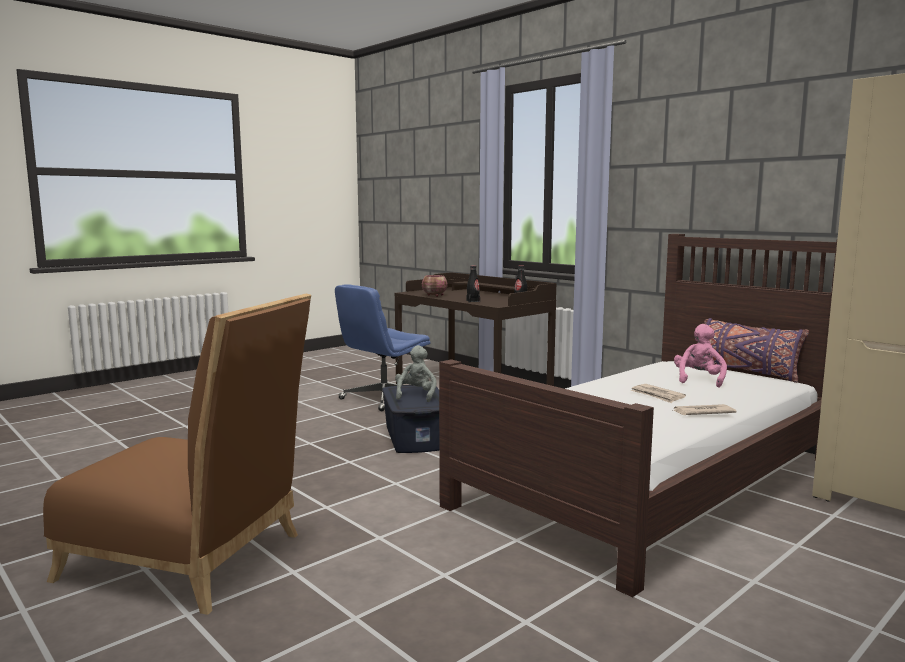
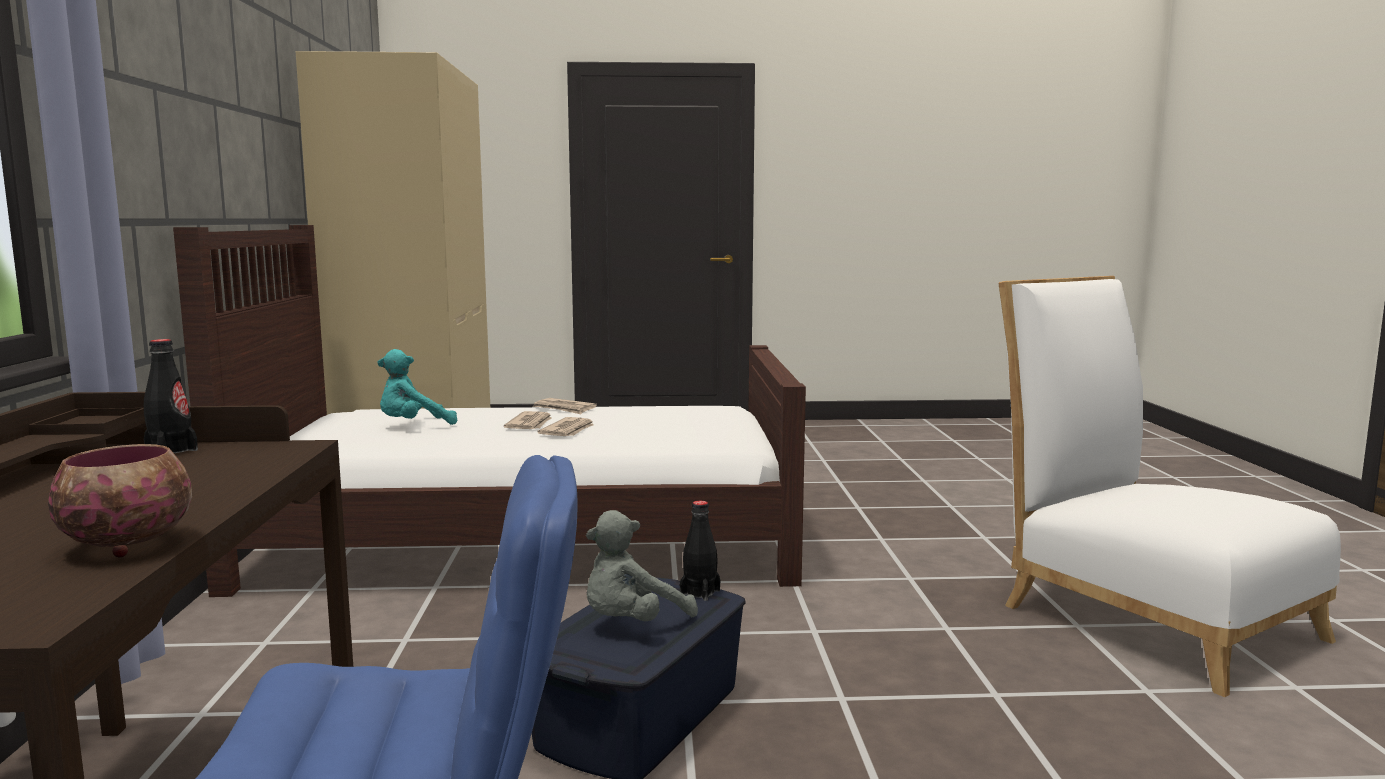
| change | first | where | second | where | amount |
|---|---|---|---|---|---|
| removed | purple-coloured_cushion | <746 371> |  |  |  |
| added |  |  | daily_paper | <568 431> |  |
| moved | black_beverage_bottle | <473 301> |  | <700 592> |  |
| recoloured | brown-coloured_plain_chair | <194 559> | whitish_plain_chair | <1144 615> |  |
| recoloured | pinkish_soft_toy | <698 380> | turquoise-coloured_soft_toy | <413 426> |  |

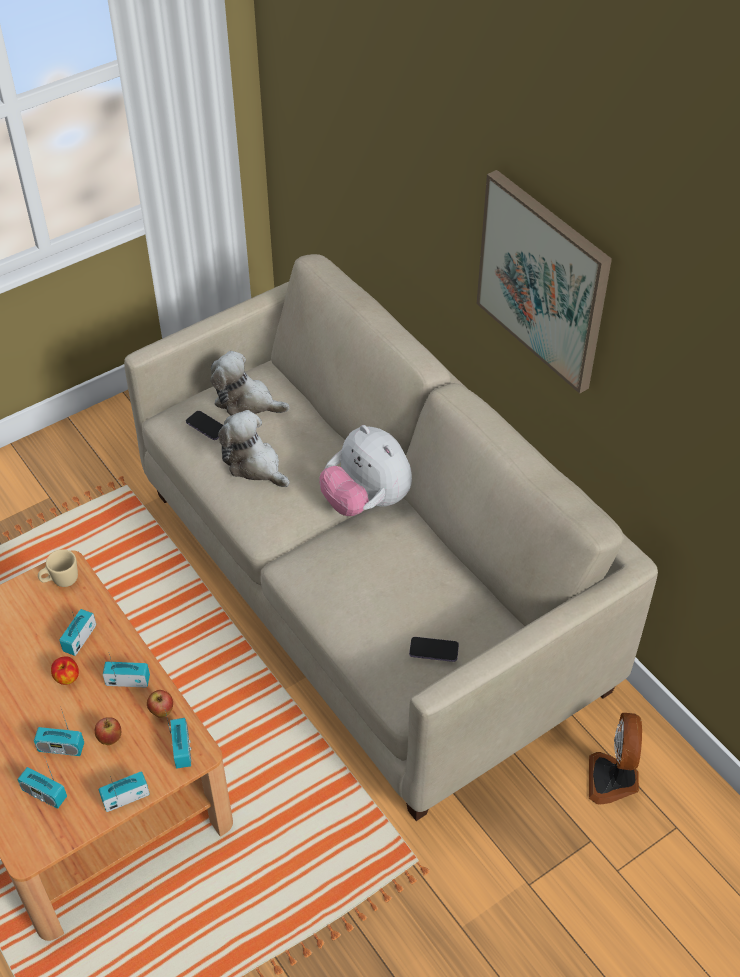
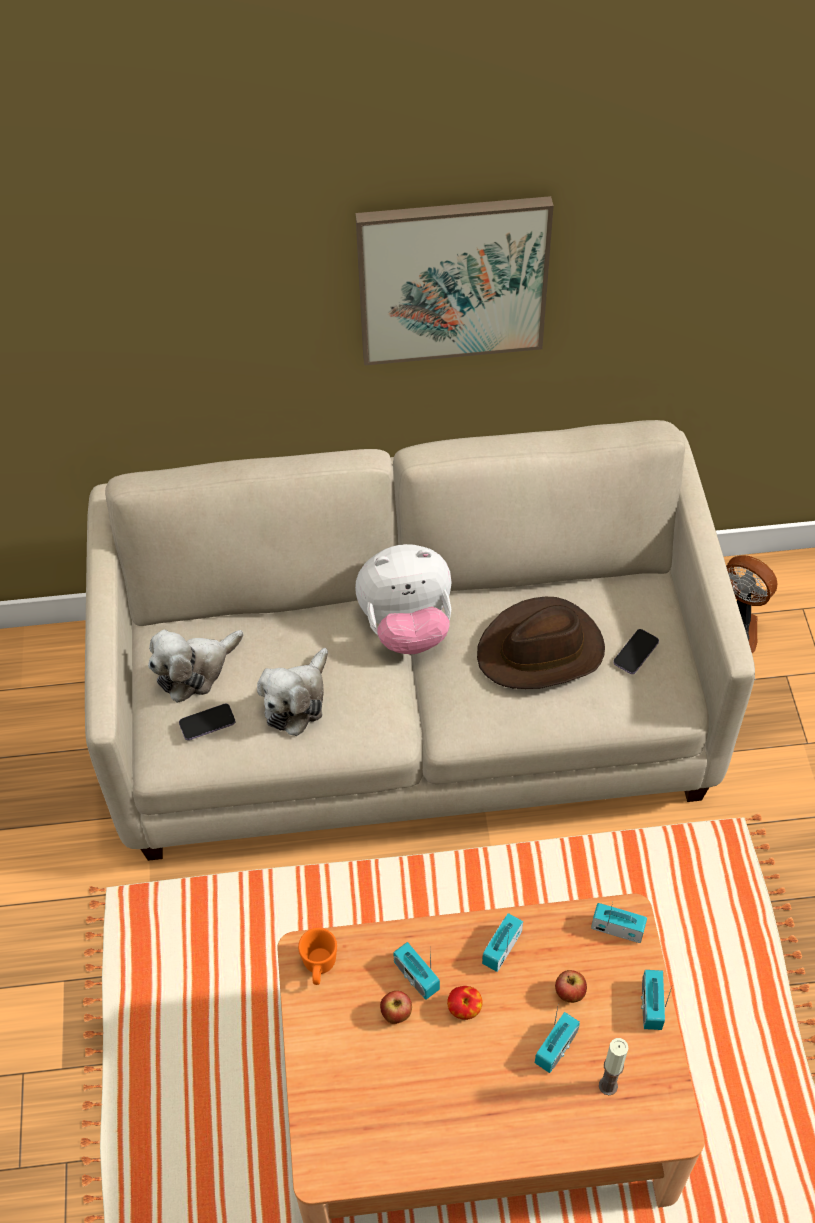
| change | first | where | second | where | amount |
|---|---|---|---|---|---|
| added |  |  | brown-coloured_clothing_hat | <541 651> |  |
| moved | apple_fruit | <162 711> |  | <396 1014> |  |
| replaced | radio | <44 794> | wax_candle | <608 1085> |  |
| recoloured | beige-coloured_tea_mug | <60 580> | orange-coloured_tea_mug | <319 967> |  |
| turned | soft_toy | <254 464> |  | <297 700> | 45 degrees counterclockwise |

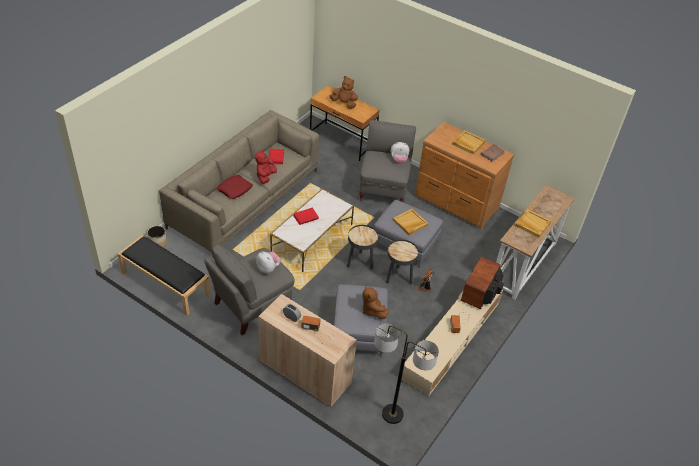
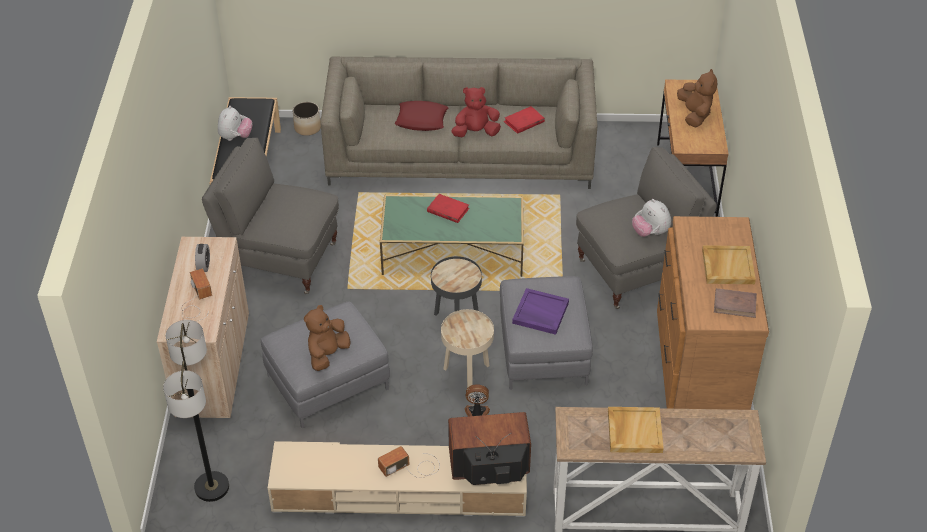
| change | first | where | second | where | amount |
|---|---|---|---|---|---|
| moved | soft_toy | <268 268> |  | <235 137> |  |
| recoloured | whitish_low_table | <312 239> | greenish_low_table | <453 252> |  |
| recoloured | black_accent_table | <398 277> | beige-coloured_accent_table | <467 375> |  |
| recoloured | beige-coloured_serving_tray | <410 223> | purple-coloured_serving_tray | <540 313> |  |

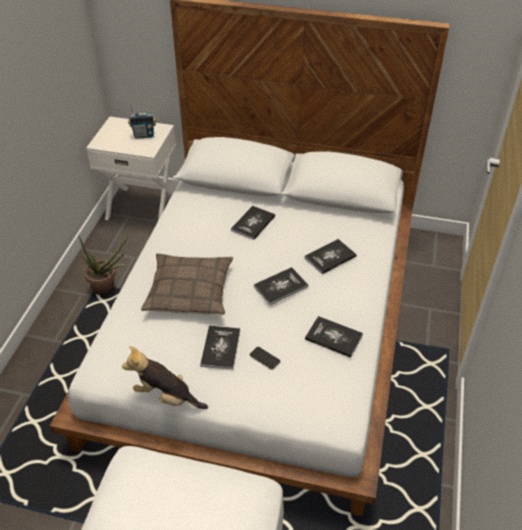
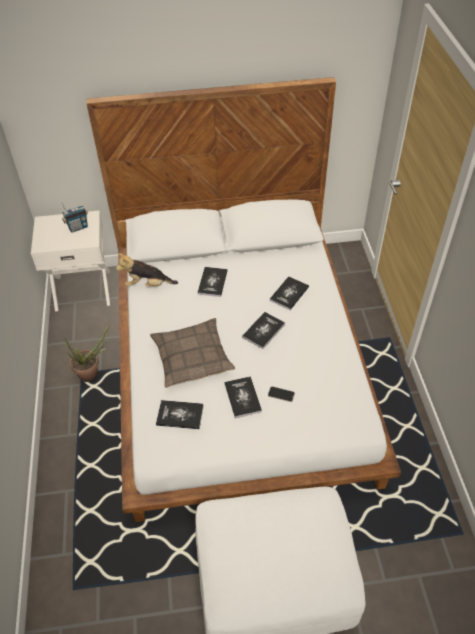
| change | first | where | second | where | amount |
|---|---|---|---|---|---|
| moved | soft_toy | <166 396> |  | <147 285> |  |
| moved | bound_book | <333 337> |  | <180 415> |  |

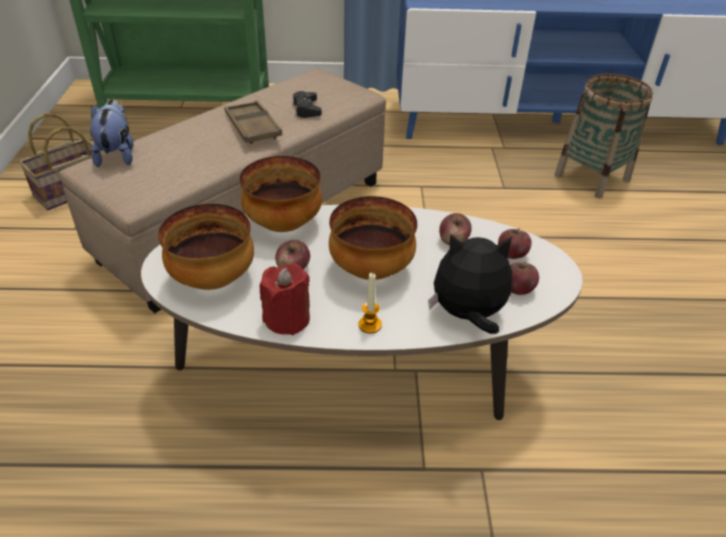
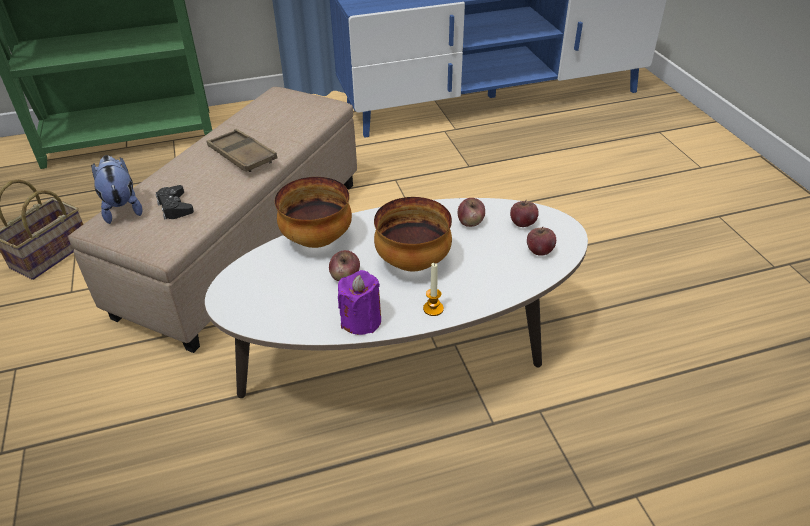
| change | first | where | second | where | amount |
|---|---|---|---|---|---|
| removed | serving_bowl | <213 280> |  |  |  |
| removed | soft_toy | <467 315> |  |  |  |
| removed | household_basket | <592 177> |  |  |  |
| moved | black_game_controller | <306 109> |  | <175 207> |  |
| recoloured | red-coloured_wax_candle | <287 319> | purple-coloured_wax_candle | <361 320> |  |

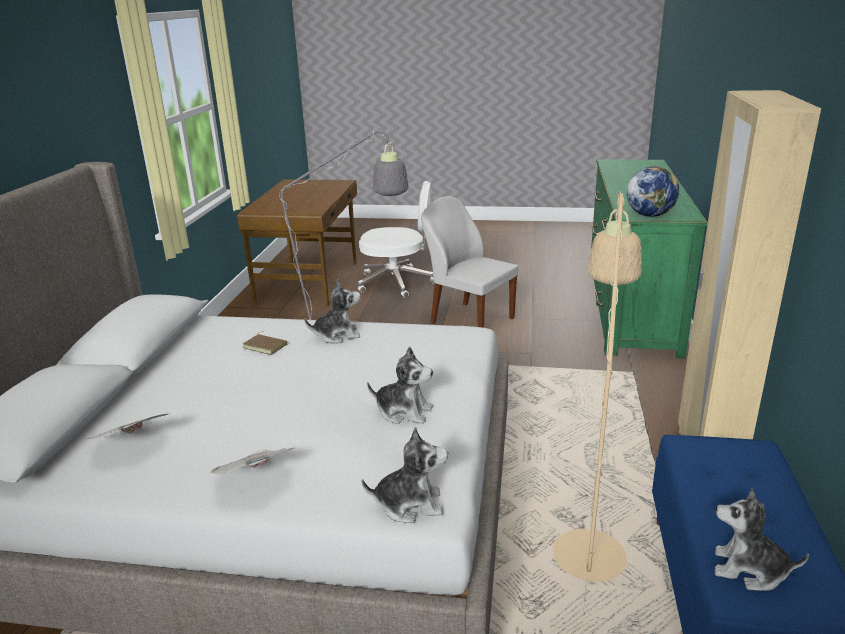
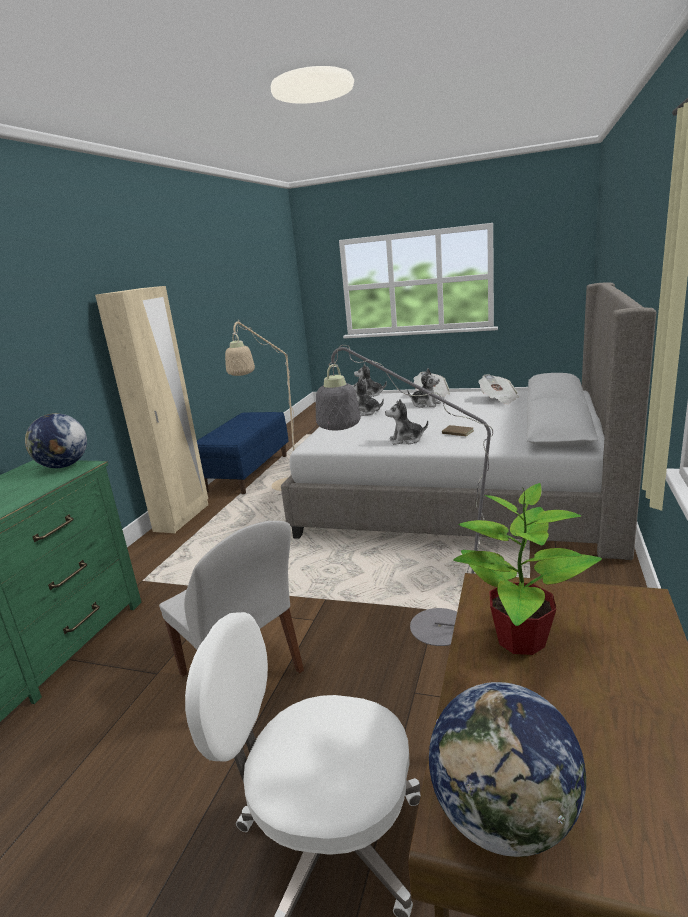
| change | first | where | second | where | amount |
|---|---|---|---|---|---|
| added |  |  | desk_globe | <505 817> |  |
| added |  |  | plant_in_a_pot | <519 640> |  |
| moved | soft_toy | <749 570> |  | <425 404> |  |

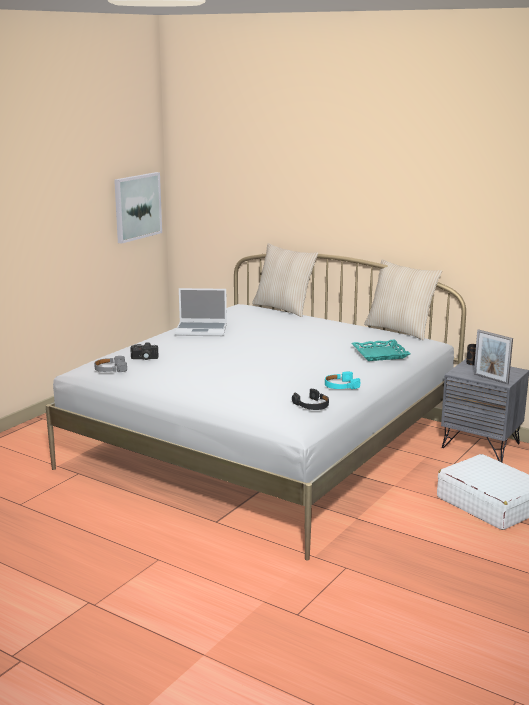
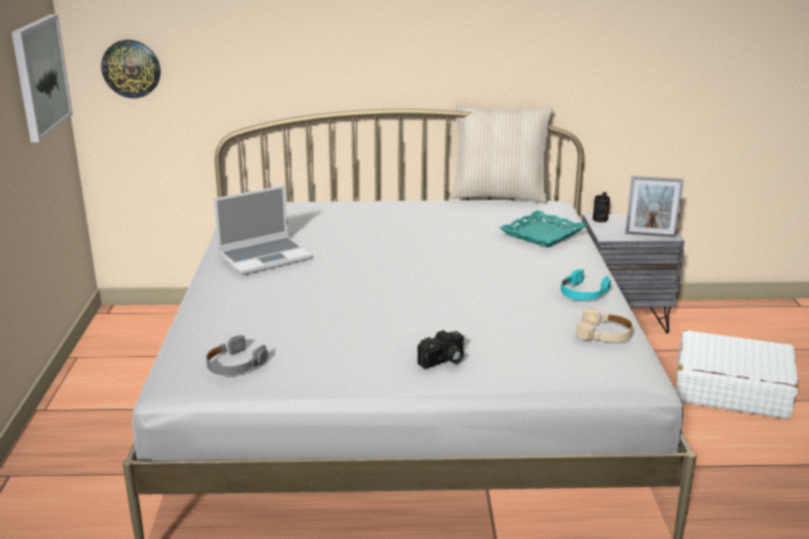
| change | first | where | second | where | amount |
|---|---|---|---|---|---|
| removed | beige-coloured_cushion | <284 308> |  |  |  |
| added |  |  | clock_on_the_wall | <131 68> |  |
| moved | photo_camera | <144 358> |  | <443 361> |  |
| recoloured | black_headset | <312 405> | beige-coloured_headset | <605 334> |  |

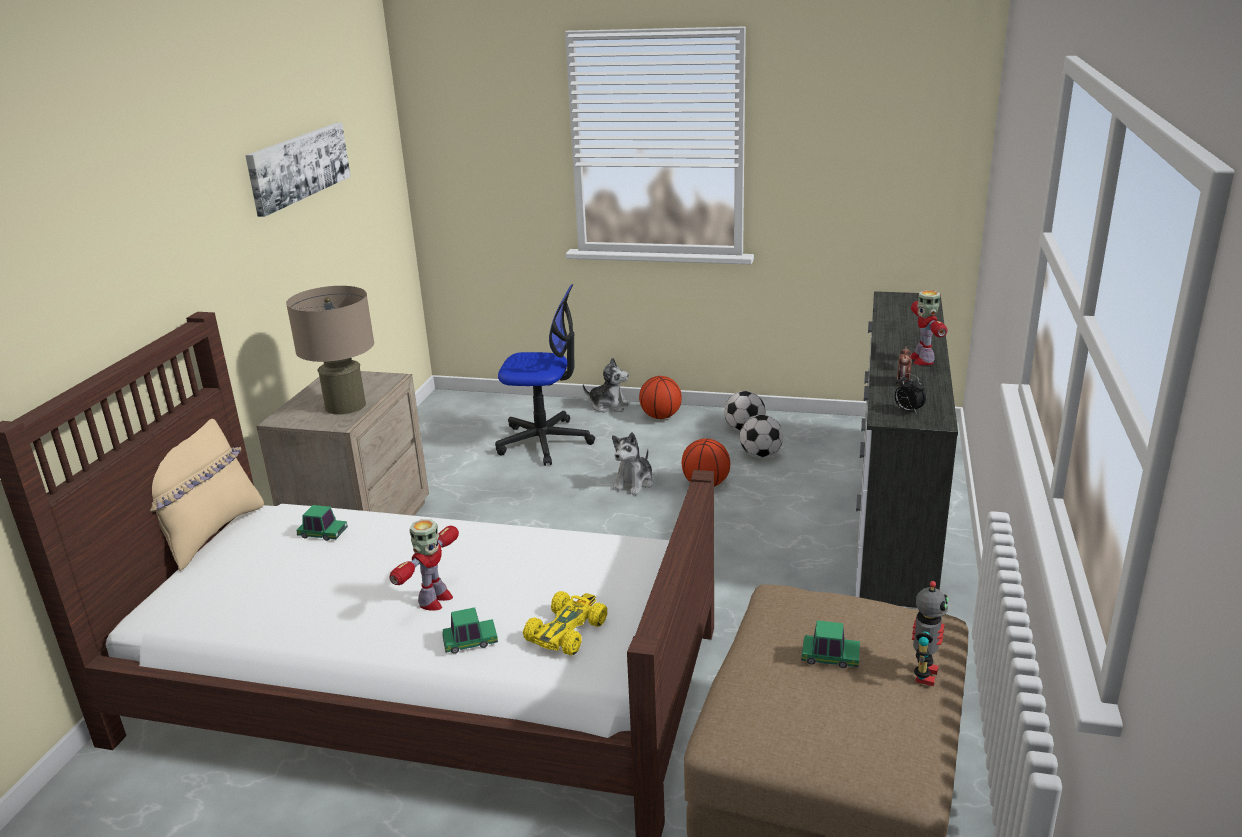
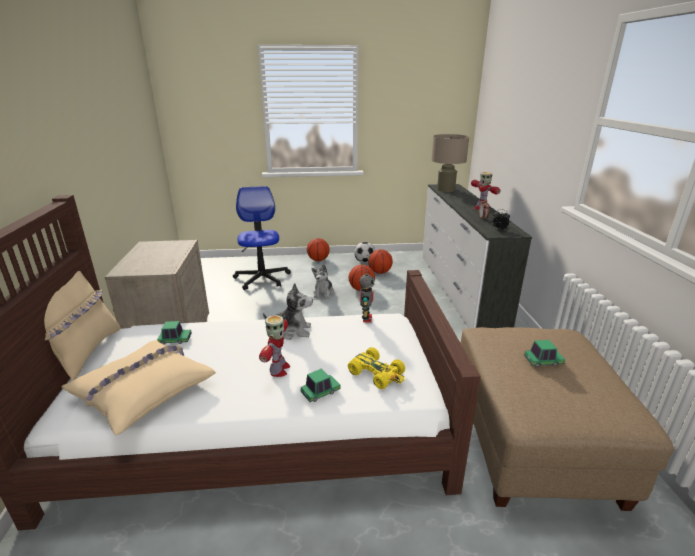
| change | first | where | second | where | amount |
|---|---|---|---|---|---|
| removed | picture | <298 166> |  |  |  |
| added |  |  | beige-coloured_cushion | <143 390> |  |
| moved | beige-coloured_lamp_for_a_table | <345 406> |  | <445 189> |  |
| moved | soft_toy | <609 406> |  | <291 331> |  |
| moved | model_robot | <923 675> |  | <366 318> |  |
| replaced | ball_for_football | <760 455> | basketball_ball | <380 272> |  |
| turned | office_chair | <544 442> |  | <262 278> | 90 degrees counterclockwise |
| turned | yellowish_miniature_car | <567 630> |  | <377 373> | 120 degrees clockwise |

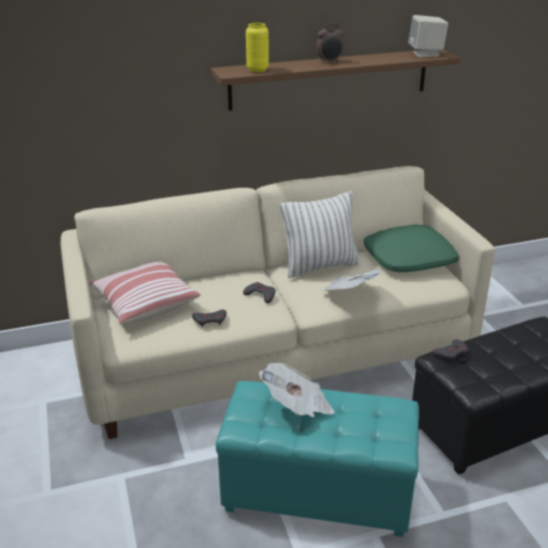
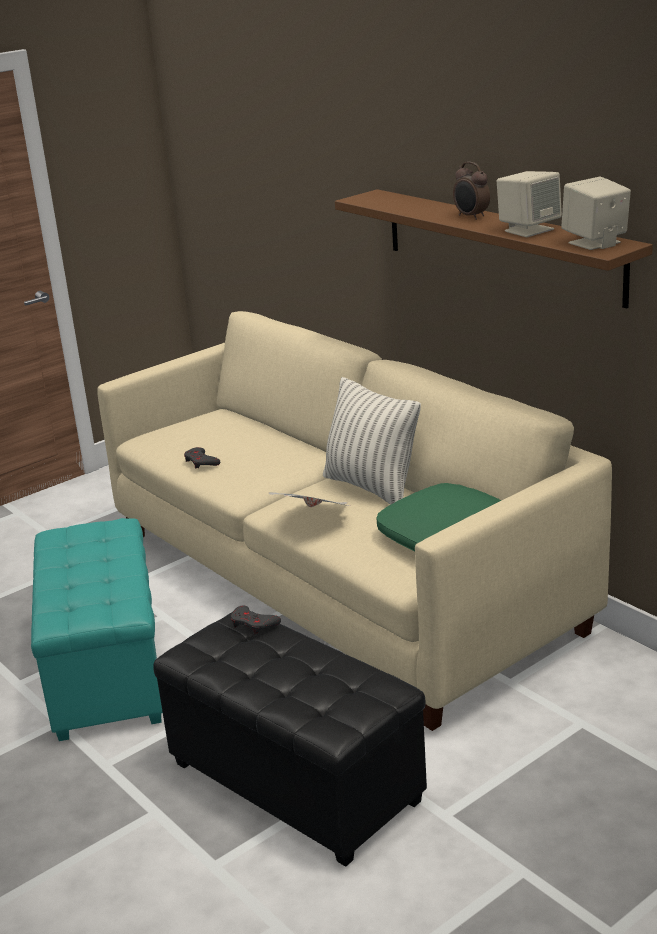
| change | first | where | second | where | amount |
|---|---|---|---|---|---|
| removed | cushion | <145 303> |  |  |  |
| removed | greyish_game_controller | <260 295> |  |  |  |
| removed | yellowish_vase | <257 70> |  |  |  |
| removed | daily_paper | <297 406> |  |  |  |
| added |  |  | beige-coloured_loudspeaker | <528 230> |  |

